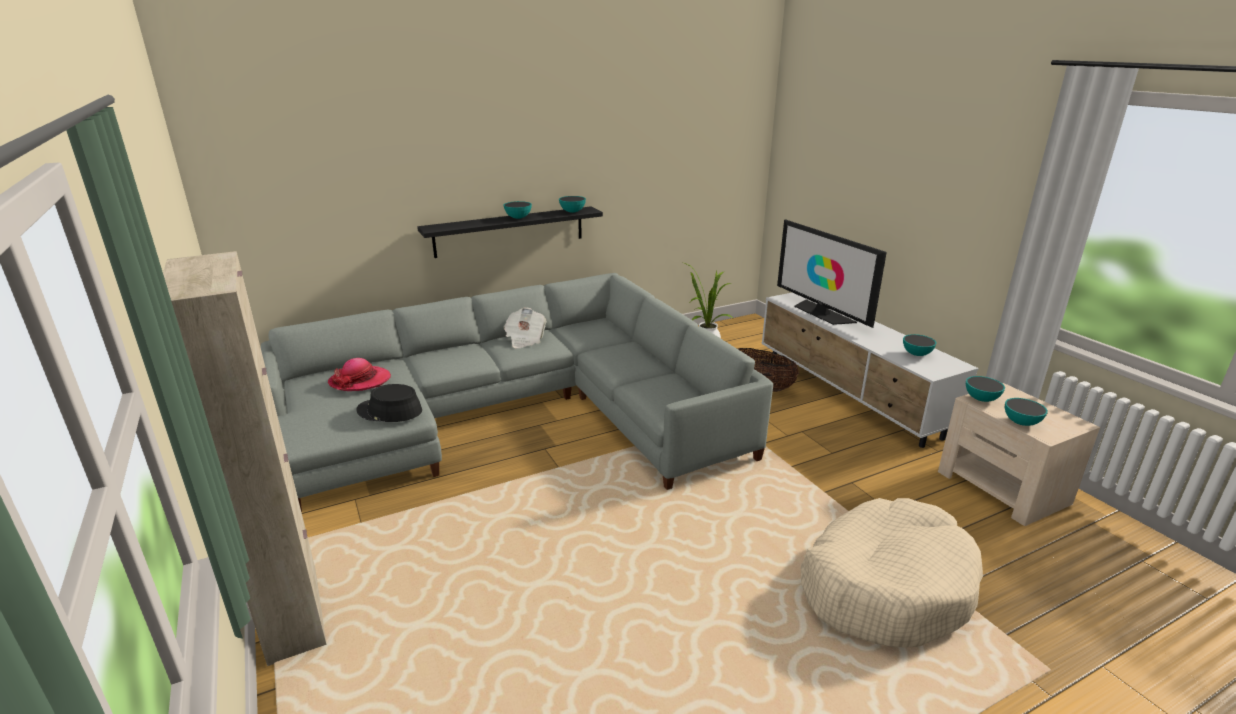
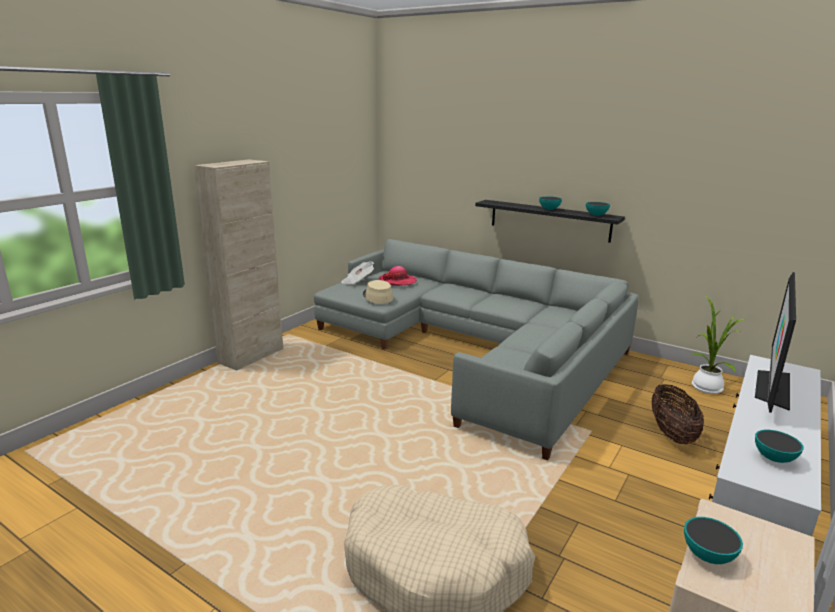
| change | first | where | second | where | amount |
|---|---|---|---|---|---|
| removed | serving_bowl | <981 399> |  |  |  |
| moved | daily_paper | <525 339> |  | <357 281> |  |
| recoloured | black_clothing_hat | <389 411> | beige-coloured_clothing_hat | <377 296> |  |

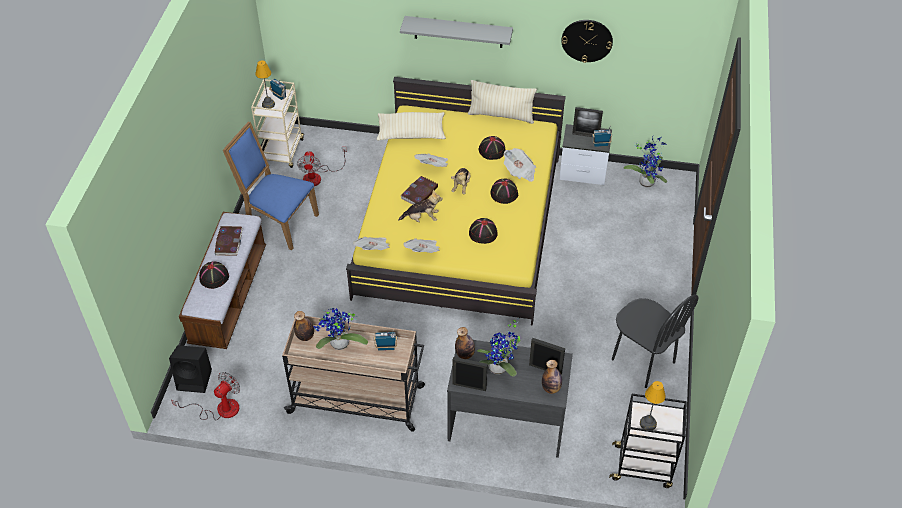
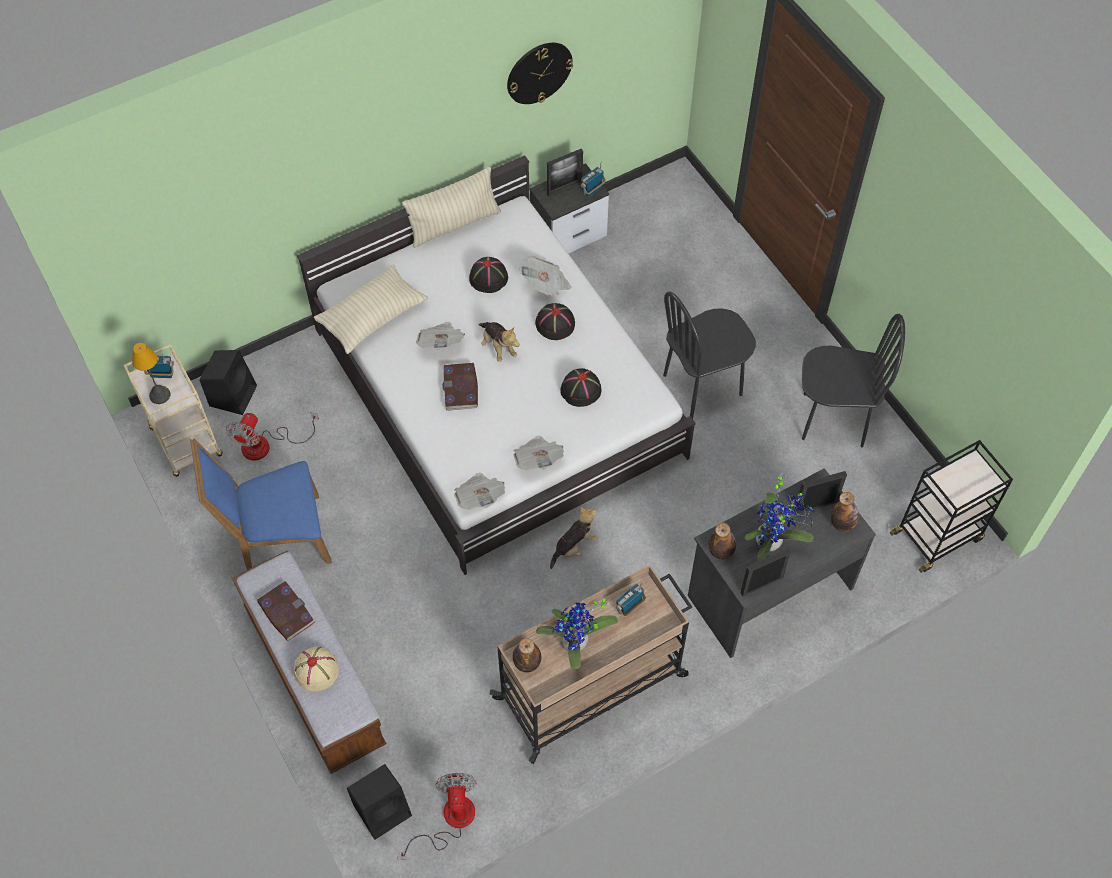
| change | first | where | second | where | amount |
|---|---|---|---|---|---|
| removed | greyish_bracket_shelf | <458 32> |  |  |  |
| removed | plant_in_a_pot | <646 181> |  |  |  |
| removed | lamp_for_a_table | <648 424> |  |  |  |
| added |  |  | black_loudspeaker | <233 394> |  |
| added |  |  | black_plain_chair | <702 385> |  |
| moved | soft_toy | <422 218> |  | <574 546> |  |
| recoloured | black_clothing_hat | <214 277> | beige-coloured_clothing_hat | <316 669> |  |
| recoloured | yellowish_bedroom_bed | <460 224> | whitish_bedroom_bed | <497 391> |  |
| turned | fan | <318 176> |  | <266 445> | 60 degrees clockwise |

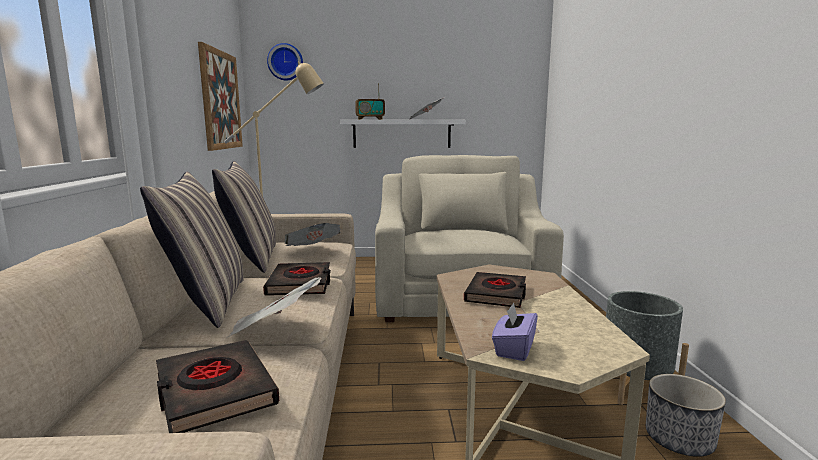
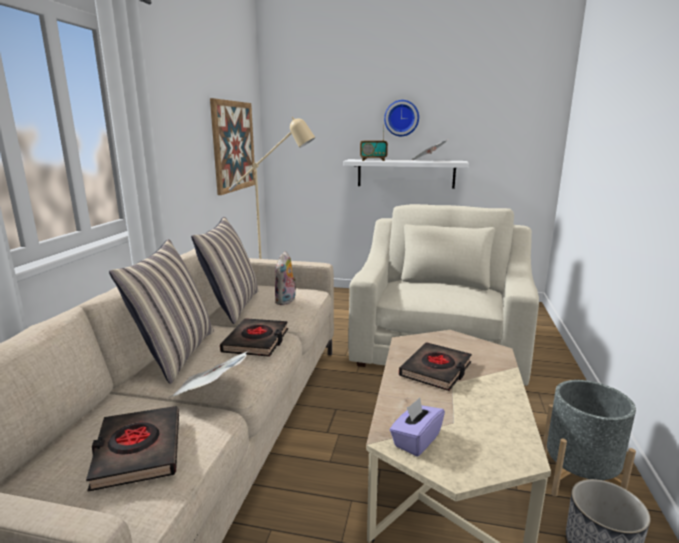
| change | first | where | second | where | amount |
|---|---|---|---|---|---|
| moved | clock_on_the_wall | <285 62> |  | <401 118> |  |
| replaced | daily_paper | <313 251> | soft_toy | <286 301> |  |

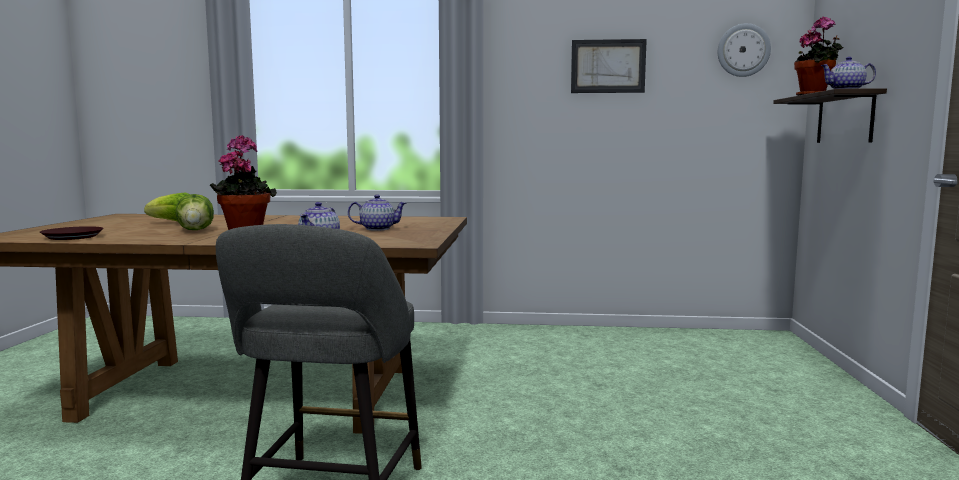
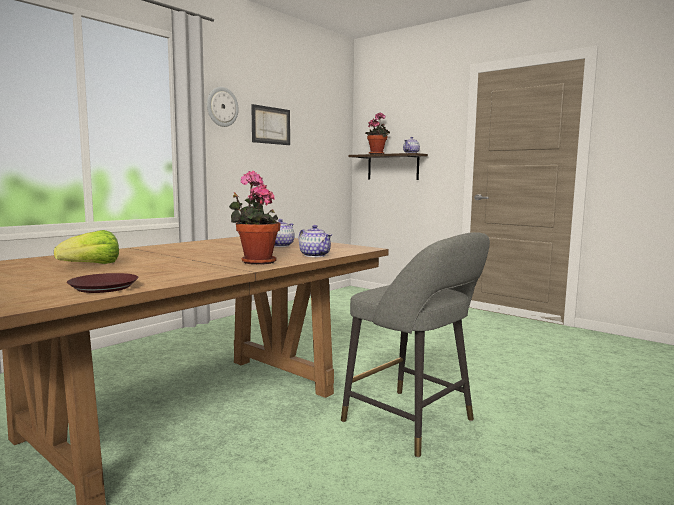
| change | first | where | second | where | amount |
|---|---|---|---|---|---|
| removed | lettuce_head | <196 230> |  |  |  |
| moved | clock_on_the_wall | <743 50> |  | <222 107> |  |

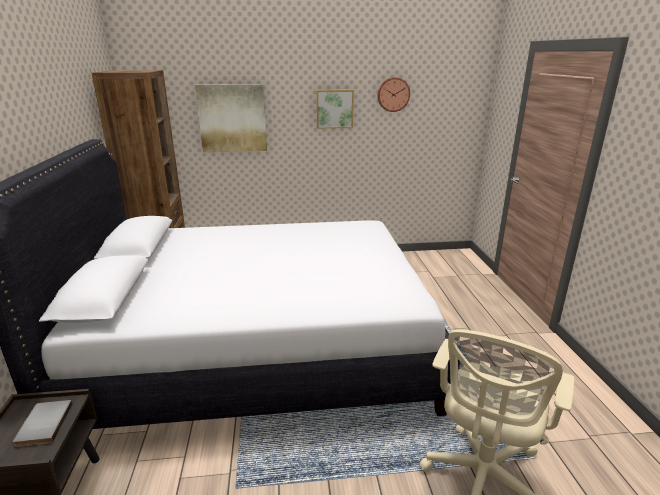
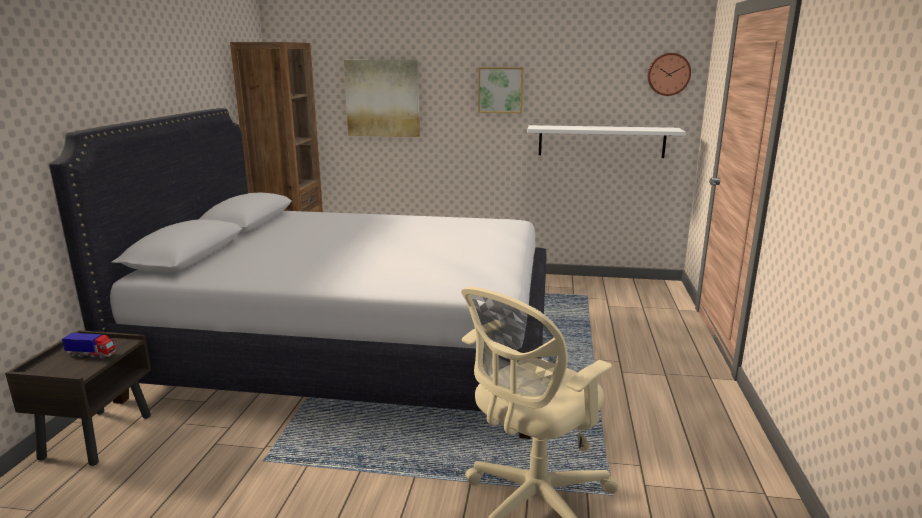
| change | first | where | second | where | amount |
|---|---|---|---|---|---|
| added |  |  | whitish_bracket_shelf | <601 141> |  |
| moved | clock_on_the_wall | <393 94> |  | <668 74> |  |
| replaced | greyish_bound_book | <42 424> | model_truck | <92 355> |  |

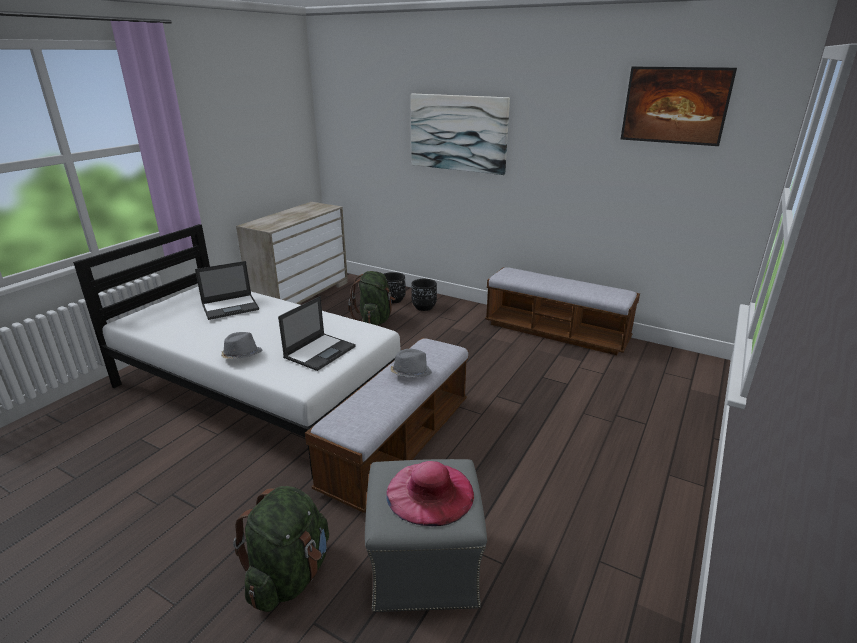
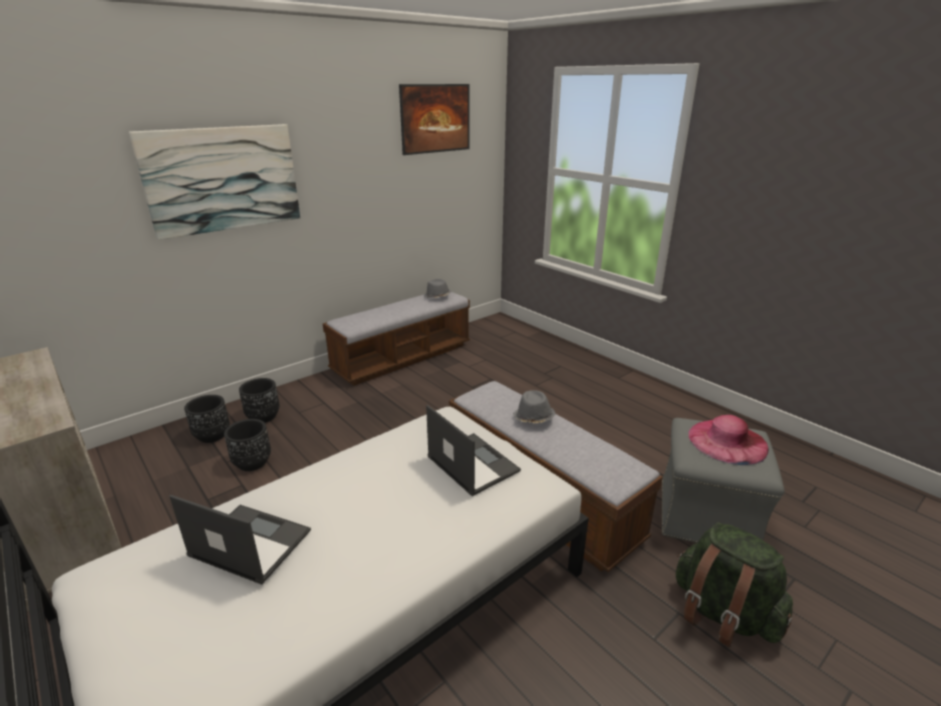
| change | first | where | second | where | amount |
|---|---|---|---|---|---|
| moved | greyish_clothing_hat | <241 356> |  | <437 296> |  |
| replaced | greenish_backpack | <374 320> | black_plant_pot | <252 463> |  |
| turned | laptop | <231 307> |  | <249 543> | 60 degrees counterclockwise |

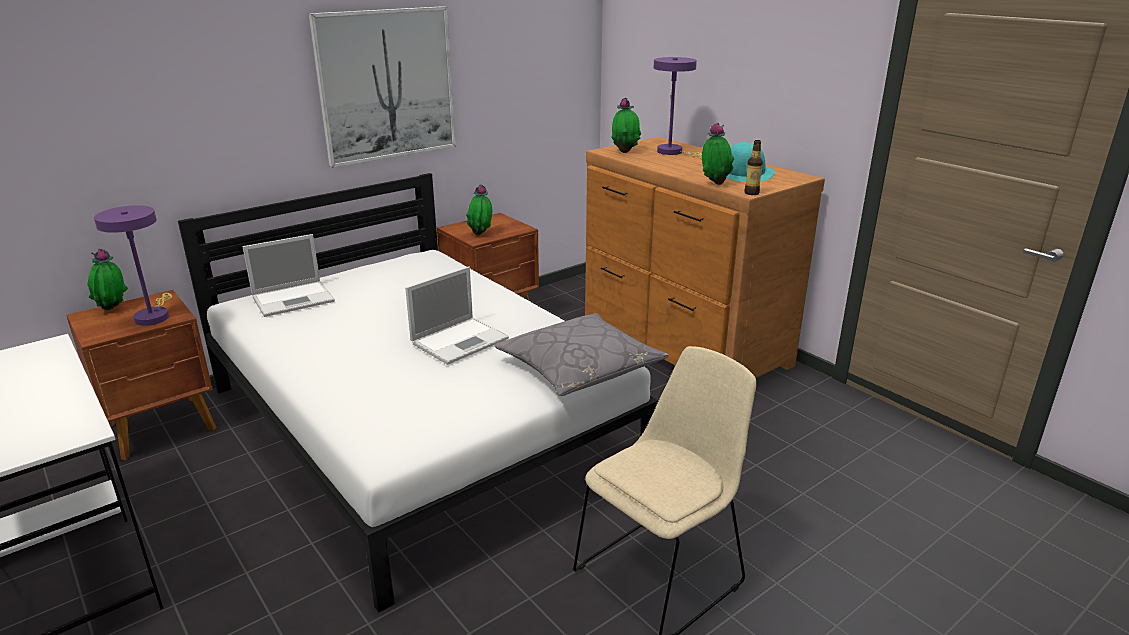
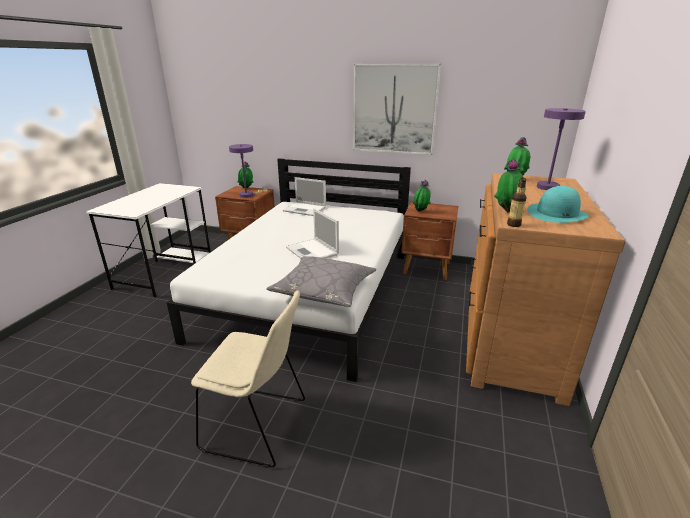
| change | first | where | second | where | amount |
|---|---|---|---|---|---|
| turned | laptop | <461 340> |  | <312 251> | 45 degrees clockwise |

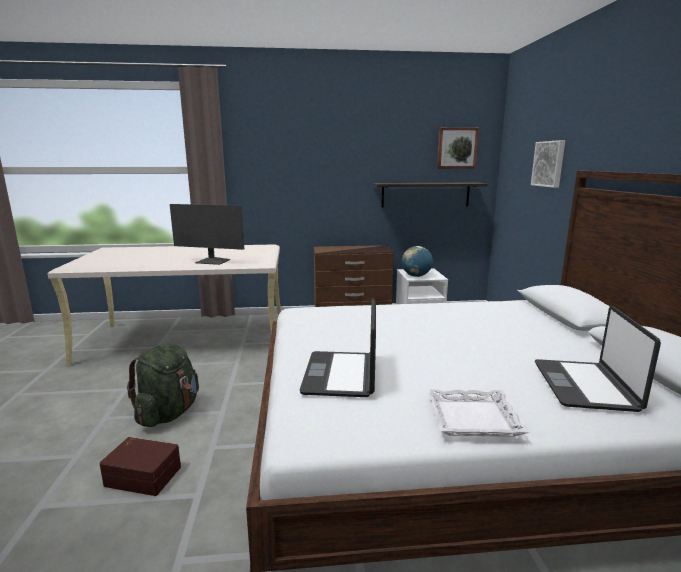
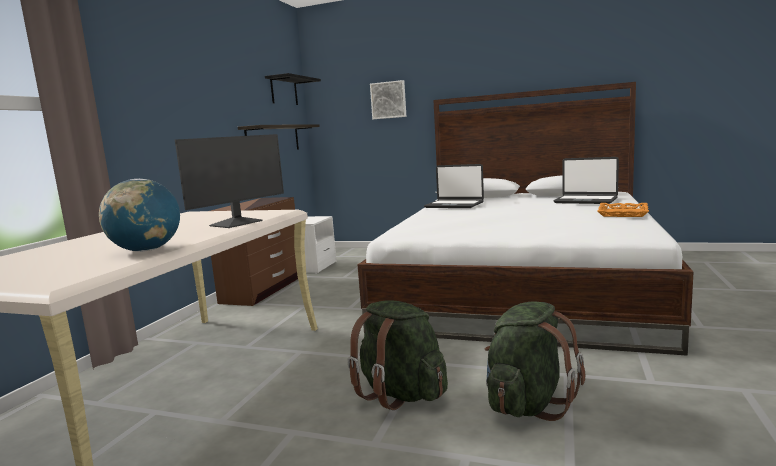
| change | first | where | second | where | amount |
|---|---|---|---|---|---|
| moved | laptop | <341 375> |  | <454 205> |  |
| moved | desk_globe | <416 276> |  | <146 250> |  |
| replaced | brown-coloured_storage_box | <144 475> | greenish_backpack | <527 403> |  |
| replaced | picture | <456 148> | black_bracket_shelf | <284 91> |  |
| recoloured | whitish_serving_tray | <473 418> | orange-coloured_serving_tray | <622 213> |  |

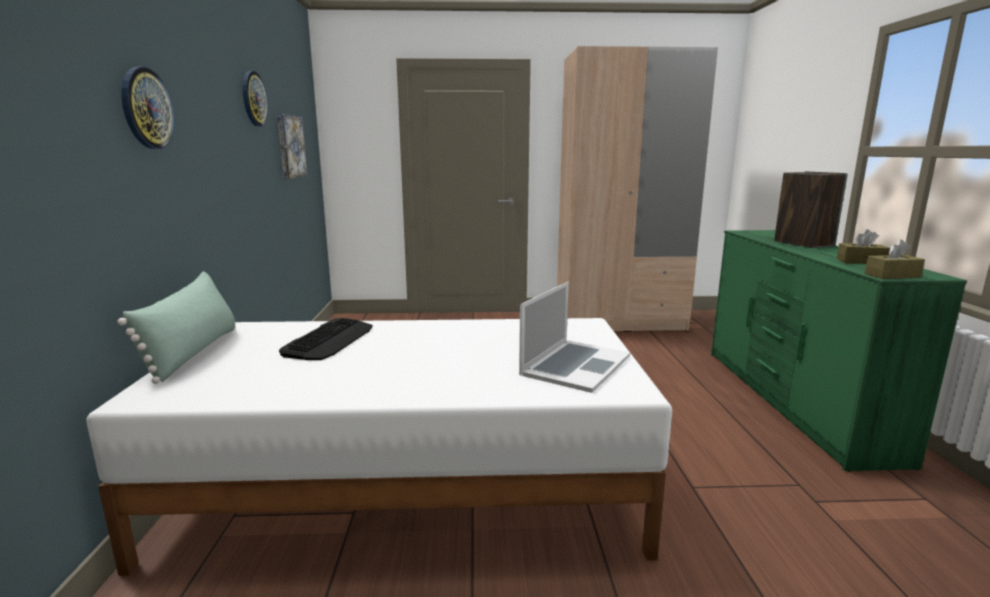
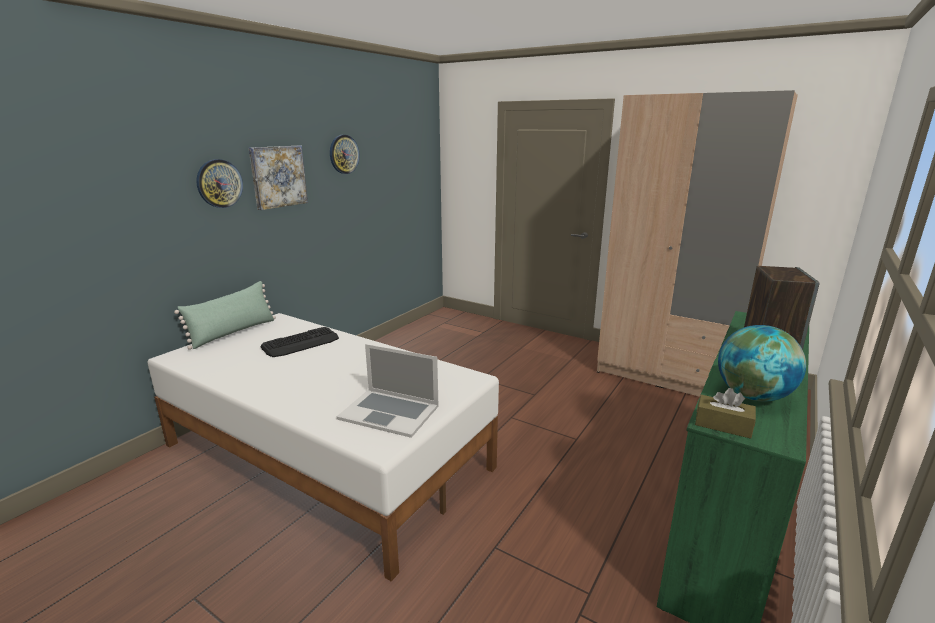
| change | first | where | second | where | amount |
|---|---|---|---|---|---|
| moved | picture | <290 146> |  | <278 176> |  |
| replaced | brown-coloured_tissue_box | <861 261> | desk_globe | <753 396> |  |
| turned | laptop | <575 365> |  | <389 412> | 45 degrees clockwise |

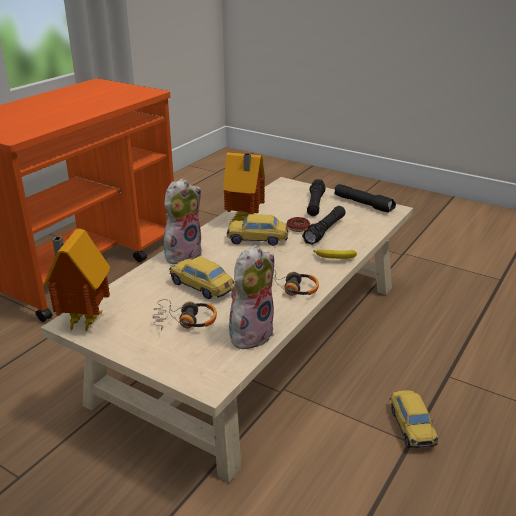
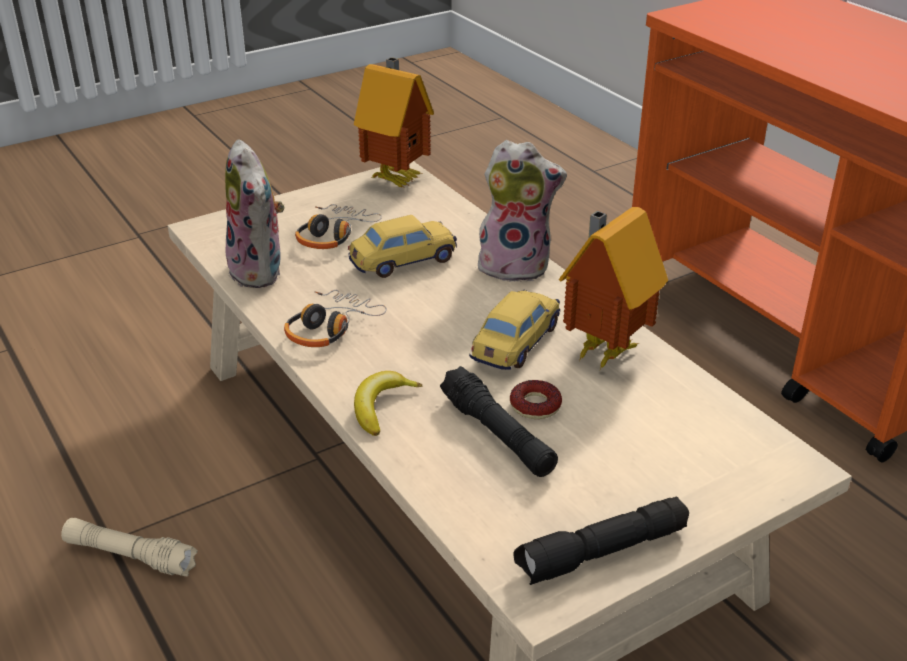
| change | first | where | second | where | amount |
|---|---|---|---|---|---|
| removed | black_hand_torch | <315 204> |  |  |  |
| replaced | miniature_car | <411 427> | beige-coloured_hand_torch | <130 556> |  |
| turned | soft_toy | <183 254> |  | <516 266> | 60 degrees counterclockwise |

